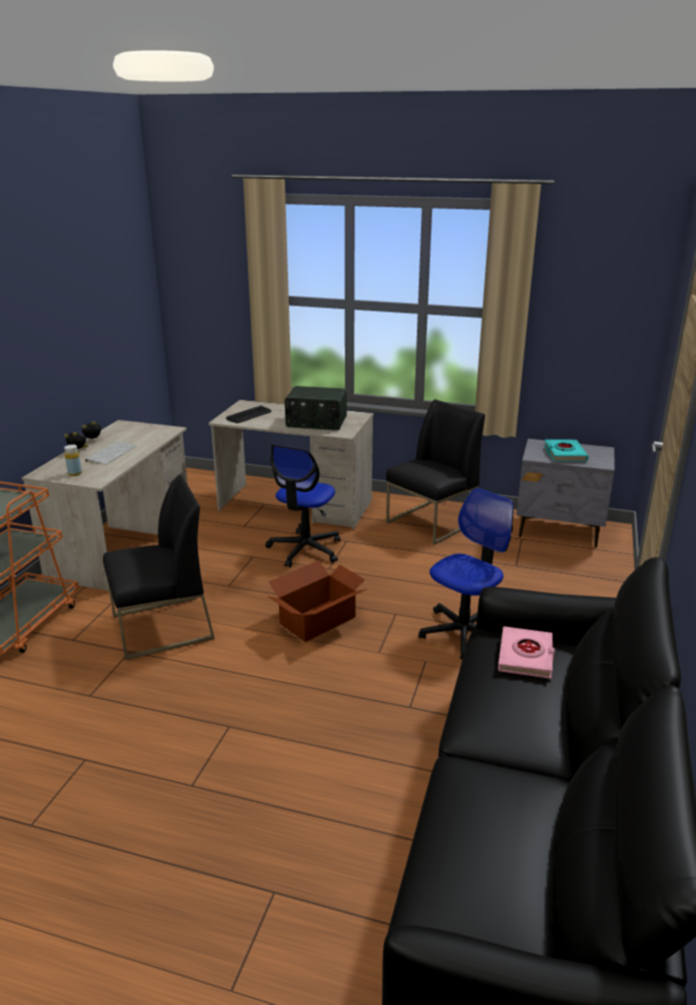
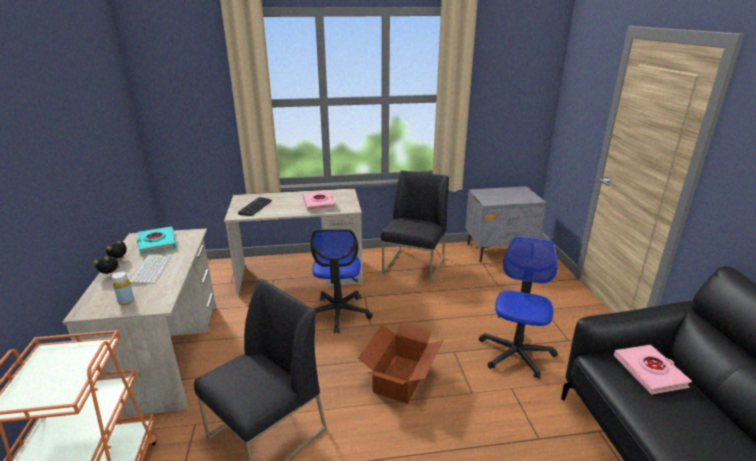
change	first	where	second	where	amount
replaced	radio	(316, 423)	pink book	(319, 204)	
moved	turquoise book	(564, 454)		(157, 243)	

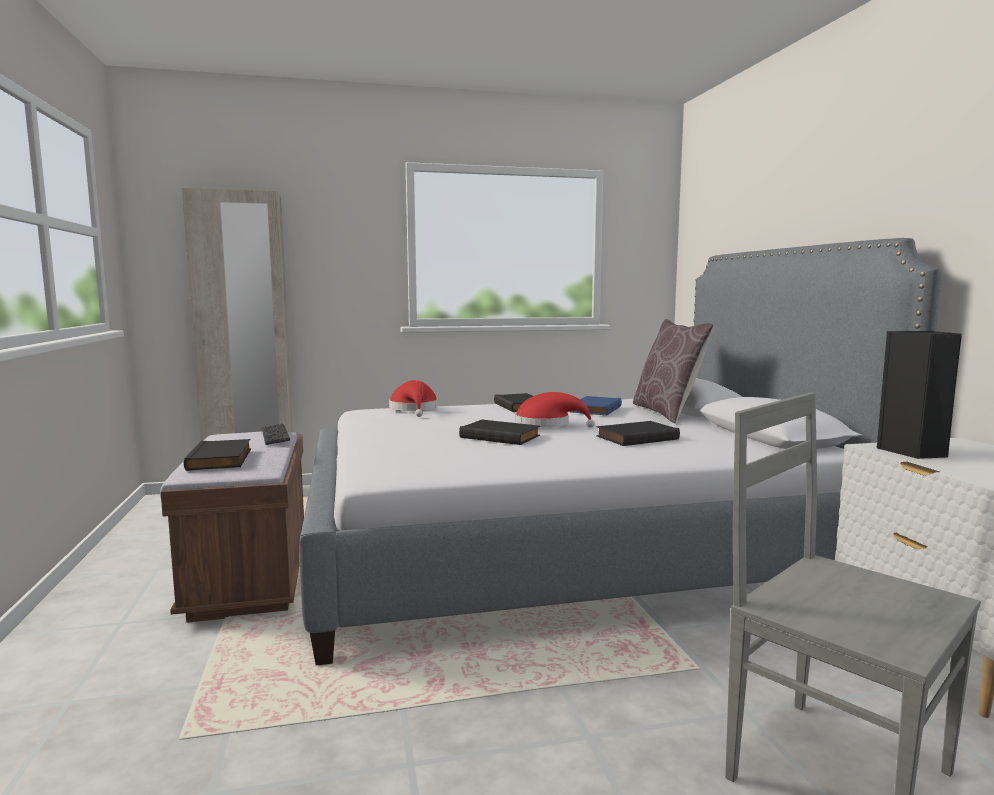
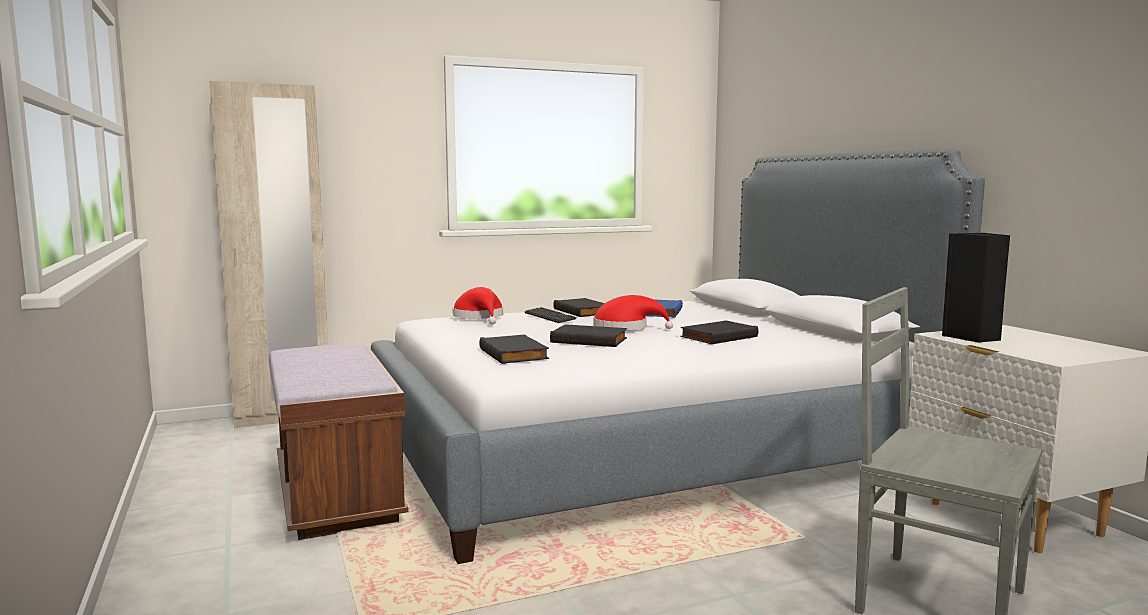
change	first	where	second	where	amount
removed	brown pillow	(667, 413)			
moved	keyboard	(275, 436)		(549, 317)	
moved	black book	(221, 459)		(515, 354)	

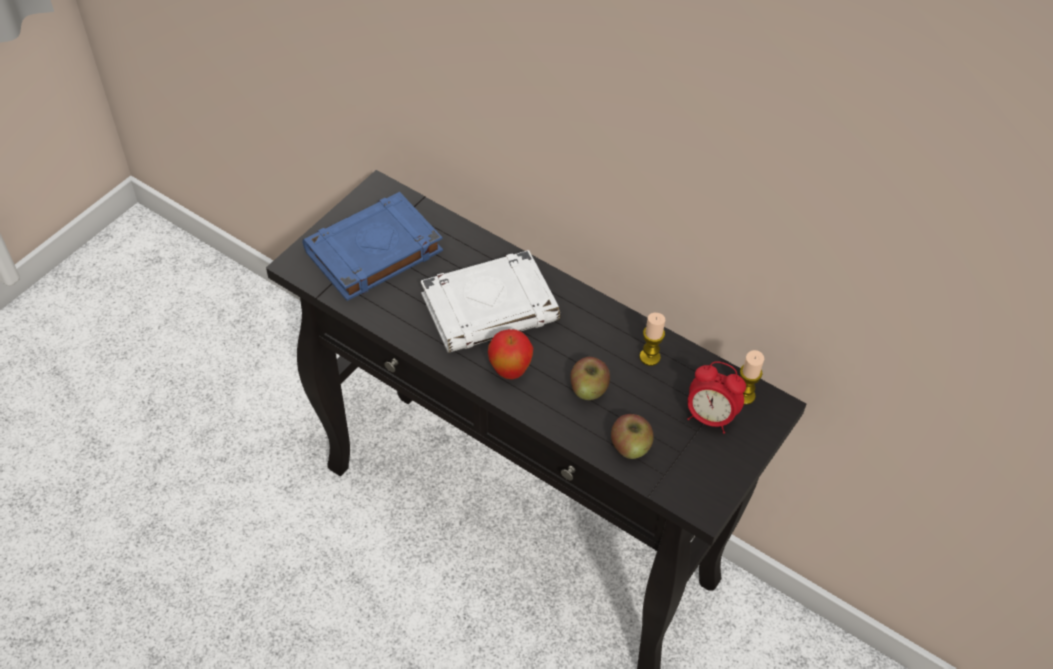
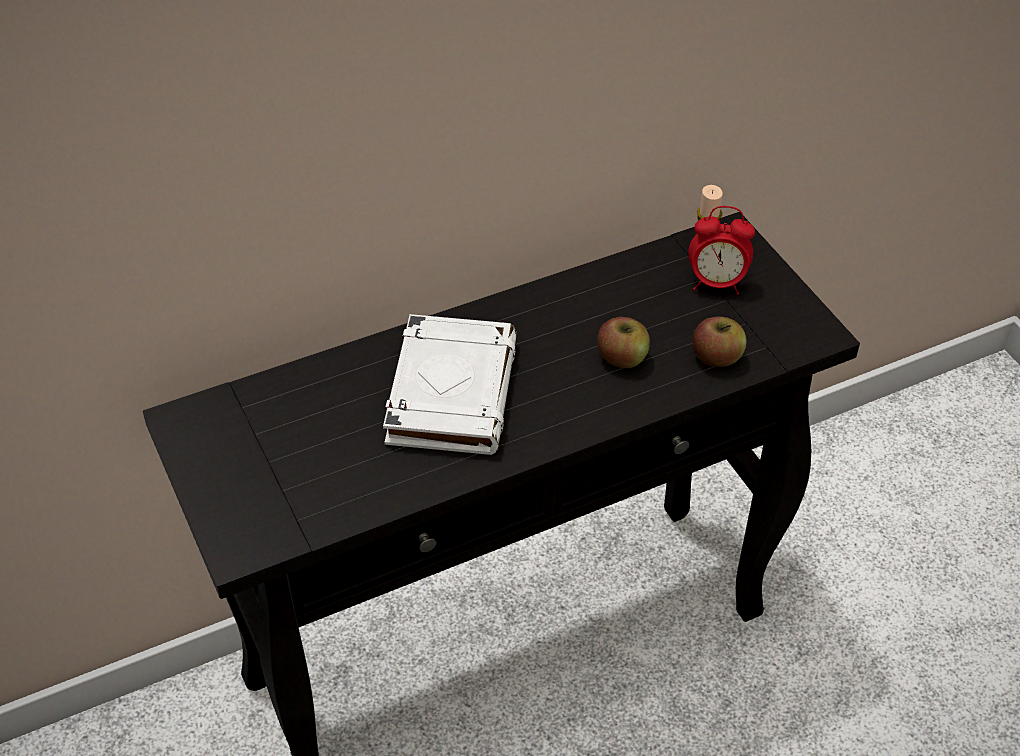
change	first	where	second	where	amount
removed	blue book	(373, 252)			
removed	candle	(649, 357)			
removed	apple	(510, 371)			
turned	alarm clock	(710, 417)		(716, 283)	45 degrees clockwise

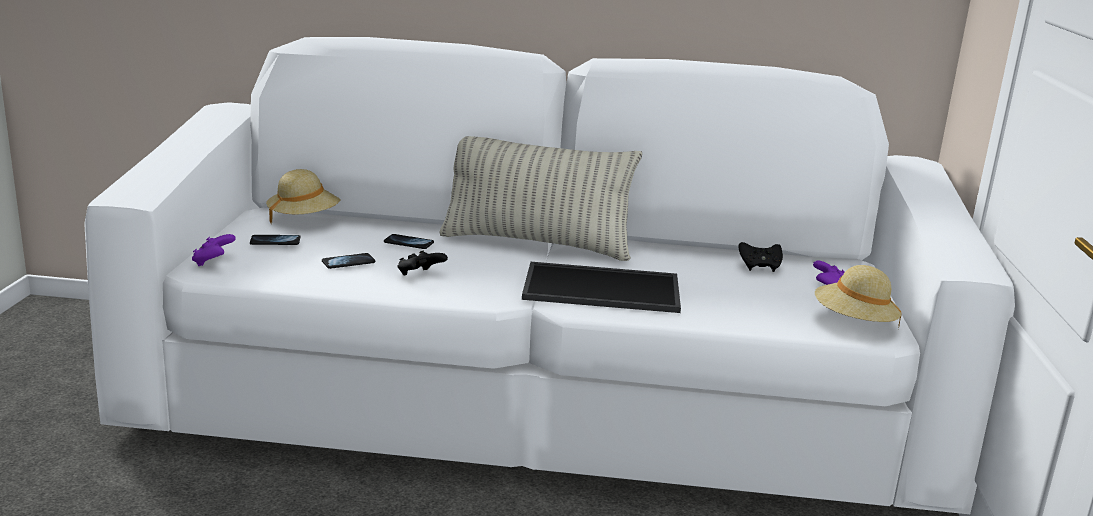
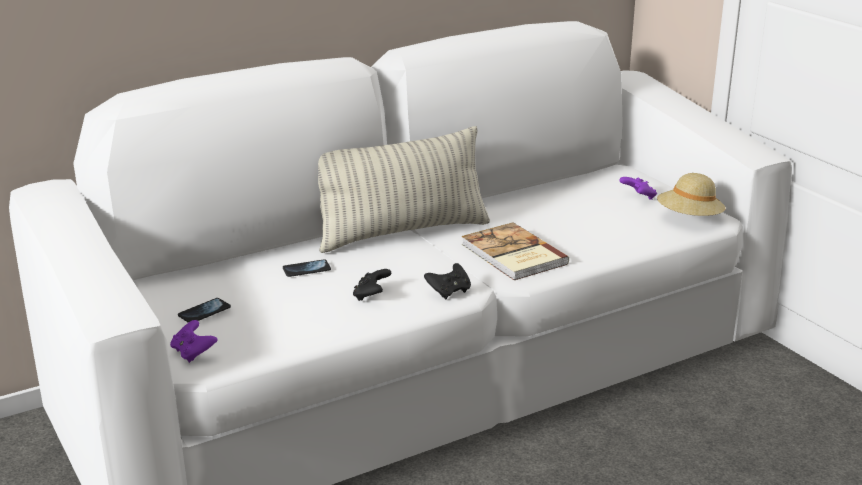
change	first	where	second	where	amount
removed	beige hat	(304, 218)			
moved	black game controller	(759, 267)		(449, 292)	
removed	phone	(348, 262)			
replaced	tray	(600, 289)	book	(513, 255)	

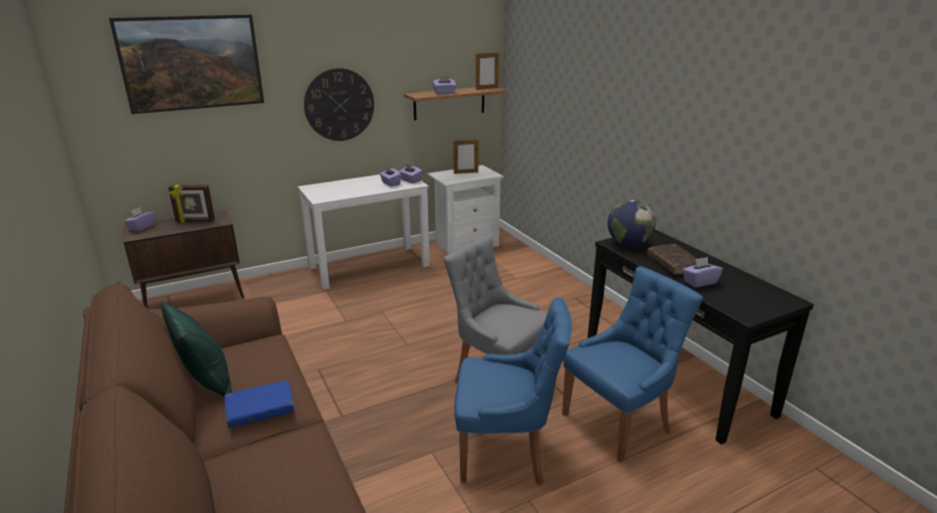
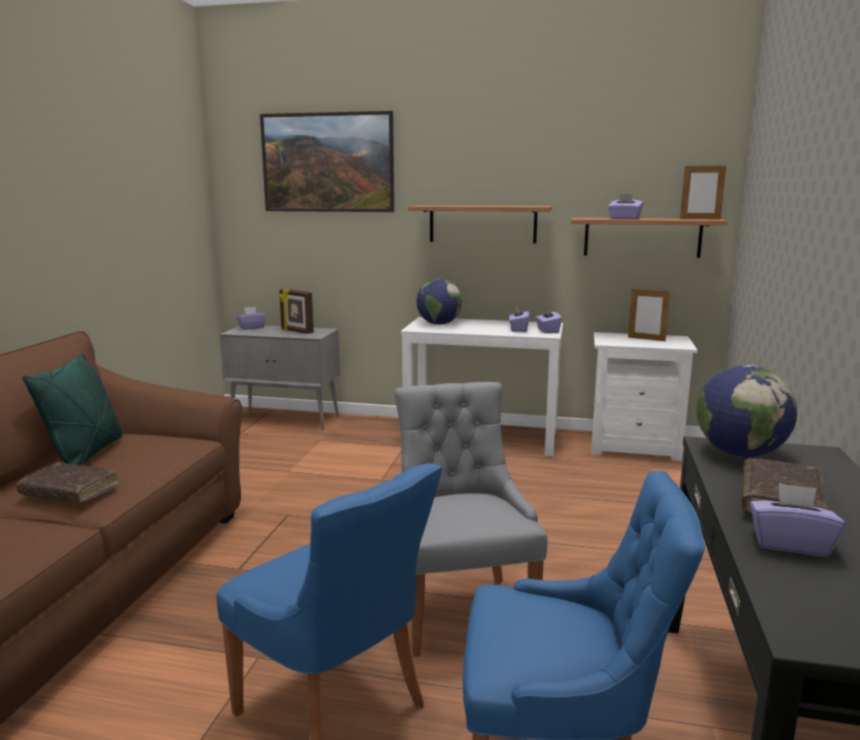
change	first	where	second	where	amount
replaced	wall clock	(339, 105)	shelf	(482, 224)	
recoloured	brown cabinet	(195, 299)	grey cabinet	(286, 419)	
recoloured	blue book	(260, 410)	brown book	(70, 492)	
added			globe	(439, 324)	

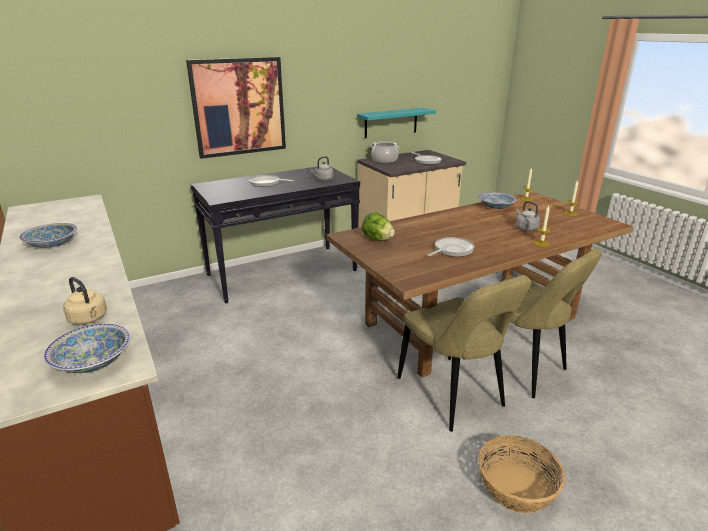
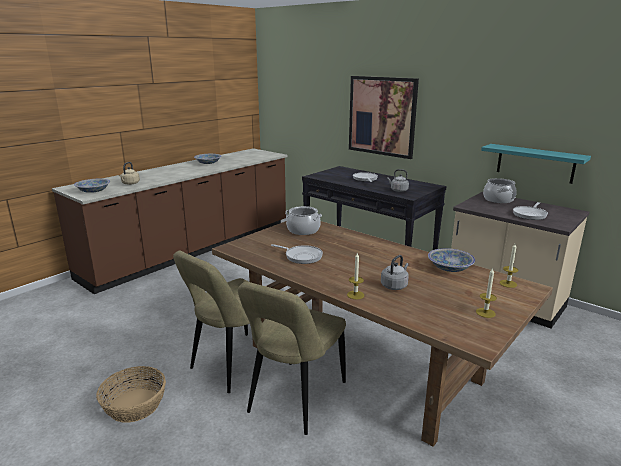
change	first	where	second	where	amount
replaced	lettuce	(377, 239)	cooking pot	(303, 230)	

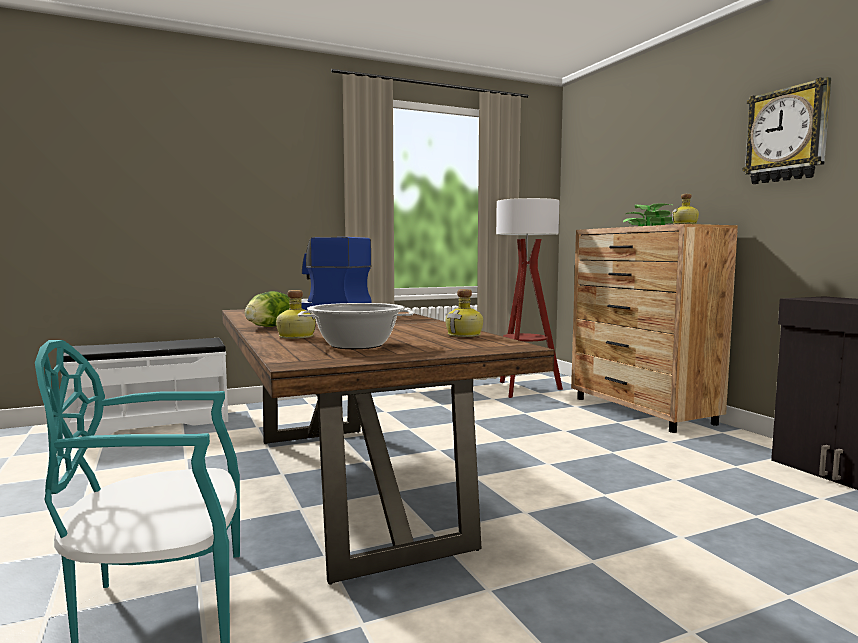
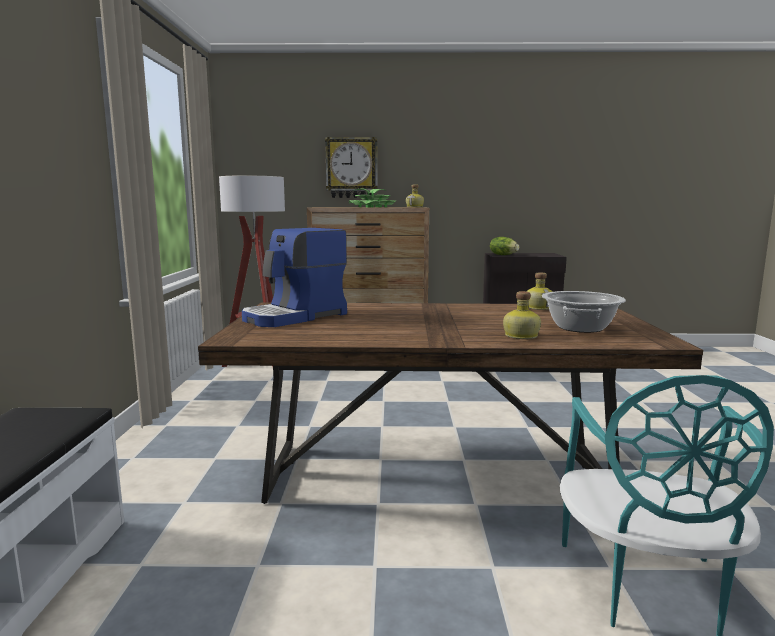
change	first	where	second	where	amount
moved	wall clock	(787, 135)		(351, 168)	
moved	lettuce	(270, 326)		(503, 255)	

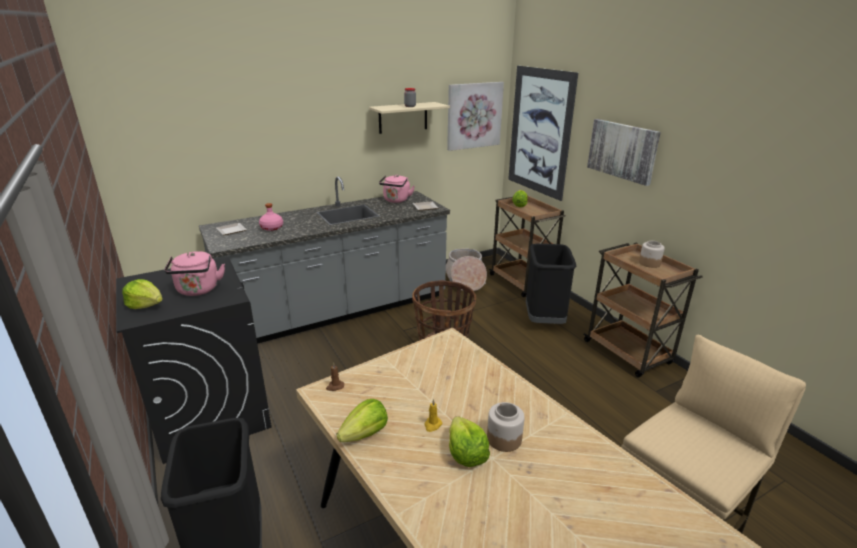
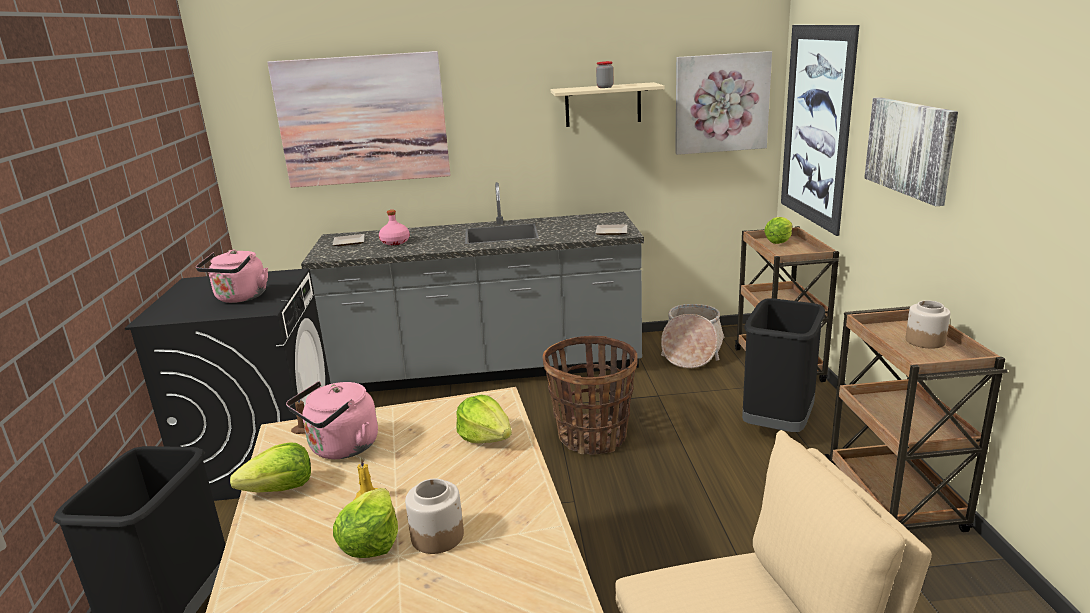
change	first	where	second	where	amount
moved	pink kettle	(396, 201)		(341, 448)	
moved	lettuce	(146, 305)		(486, 437)	
added			picture	(363, 120)	

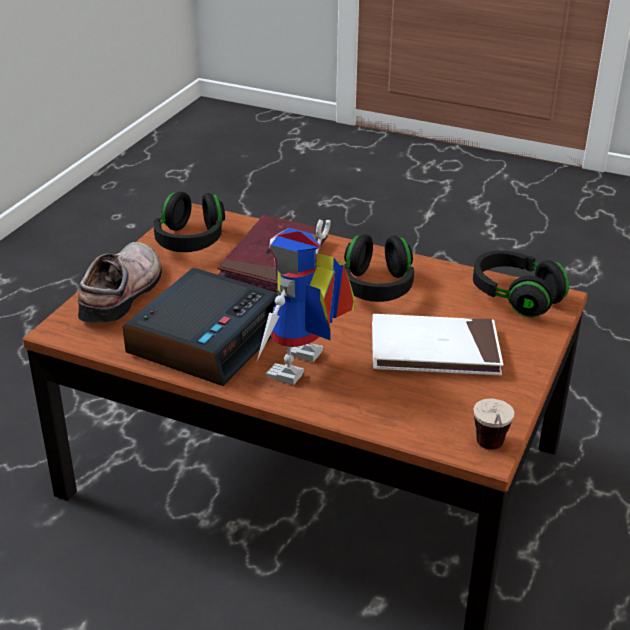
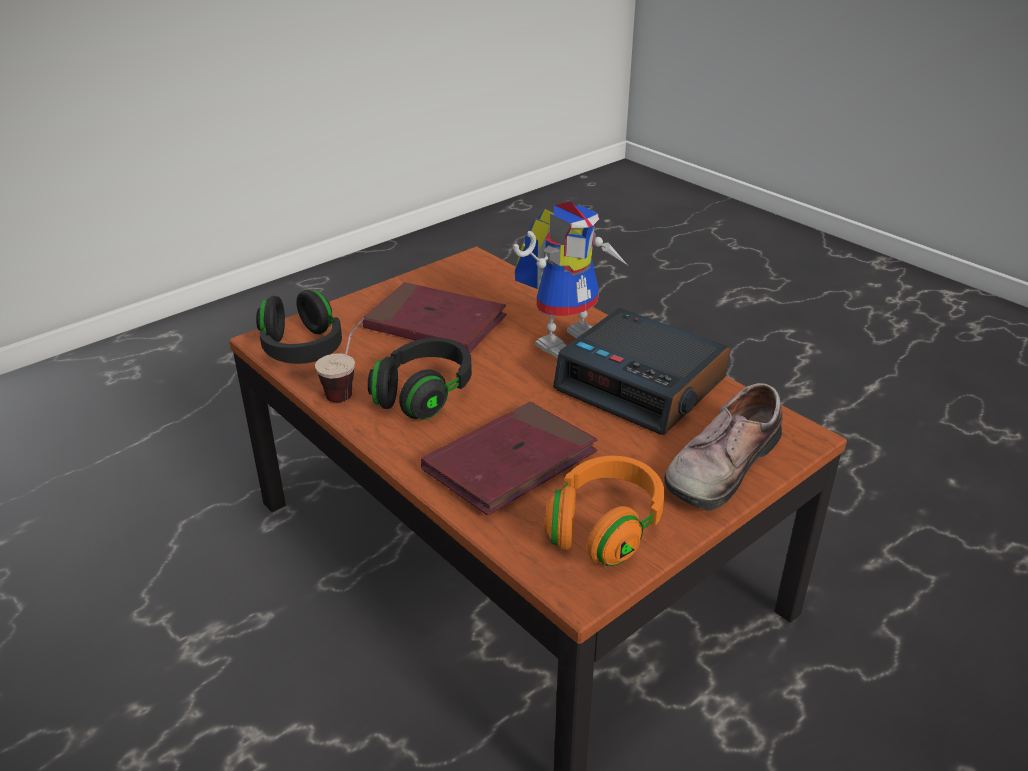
change	first	where	second	where	amount
recoloured	black headphones	(190, 240)	orange headphones	(604, 528)	
turned	alarm clock	(205, 339)		(642, 385)	105 degrees counterclockwise
recoloured	white book	(434, 350)	red book	(435, 324)	
moved	cup	(491, 452)		(348, 388)	

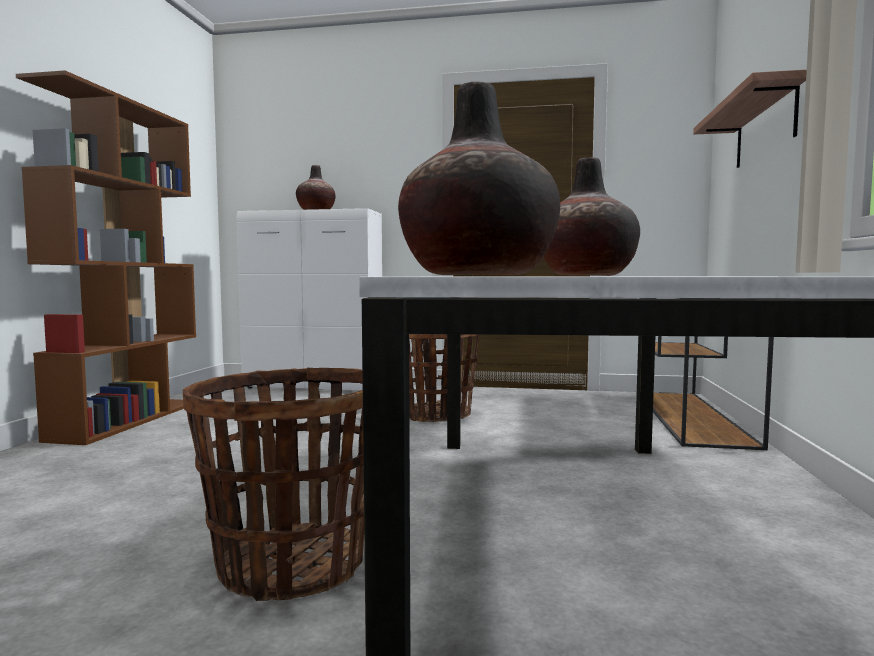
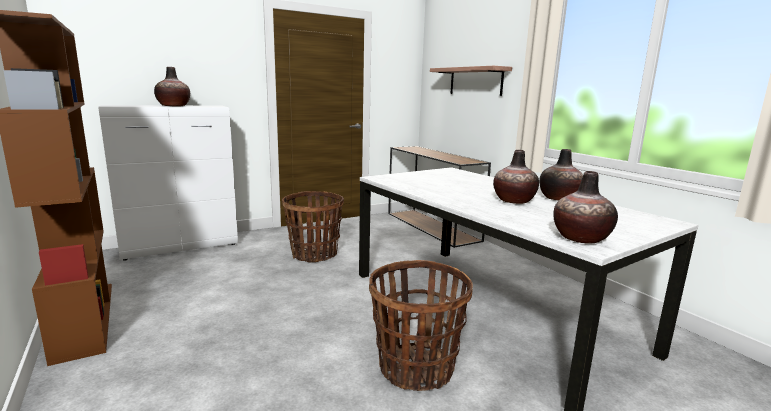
change	first	where	second	where	amount
added			vase	(559, 198)	

